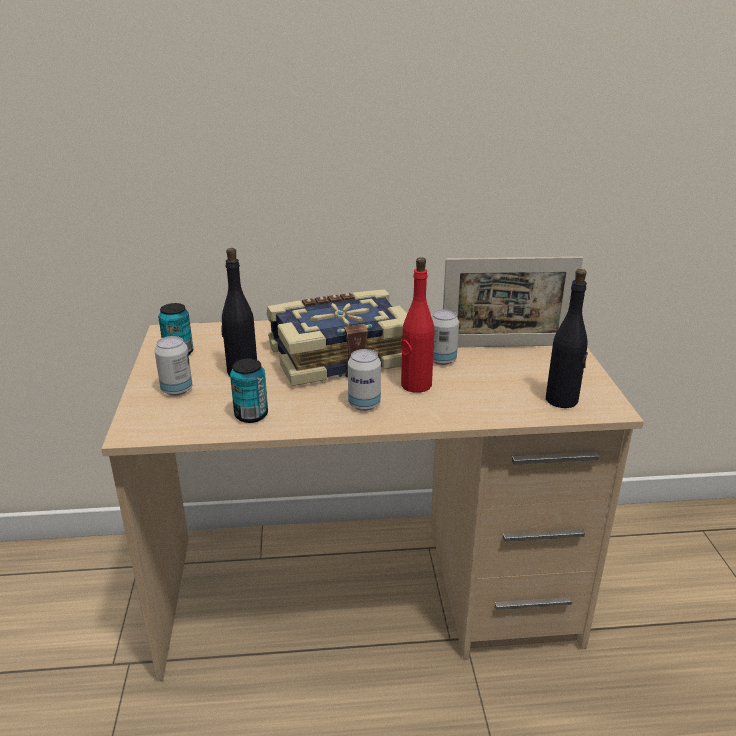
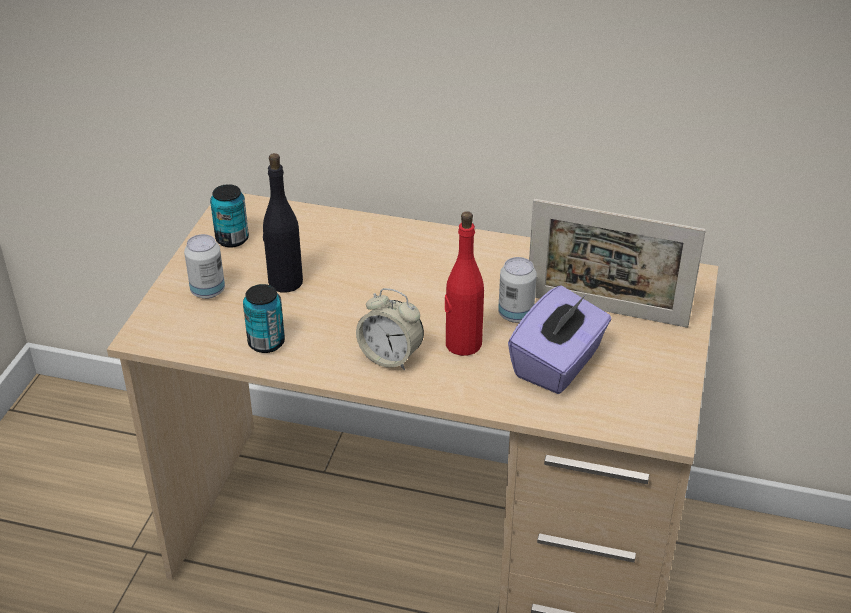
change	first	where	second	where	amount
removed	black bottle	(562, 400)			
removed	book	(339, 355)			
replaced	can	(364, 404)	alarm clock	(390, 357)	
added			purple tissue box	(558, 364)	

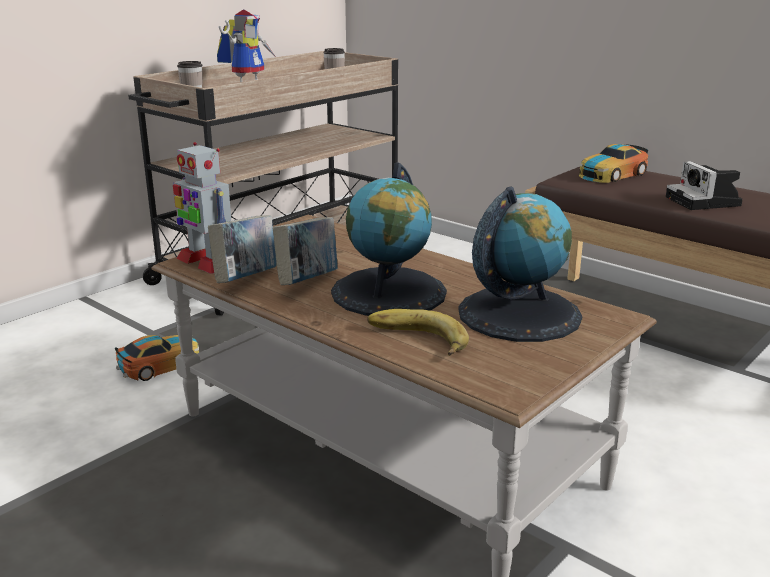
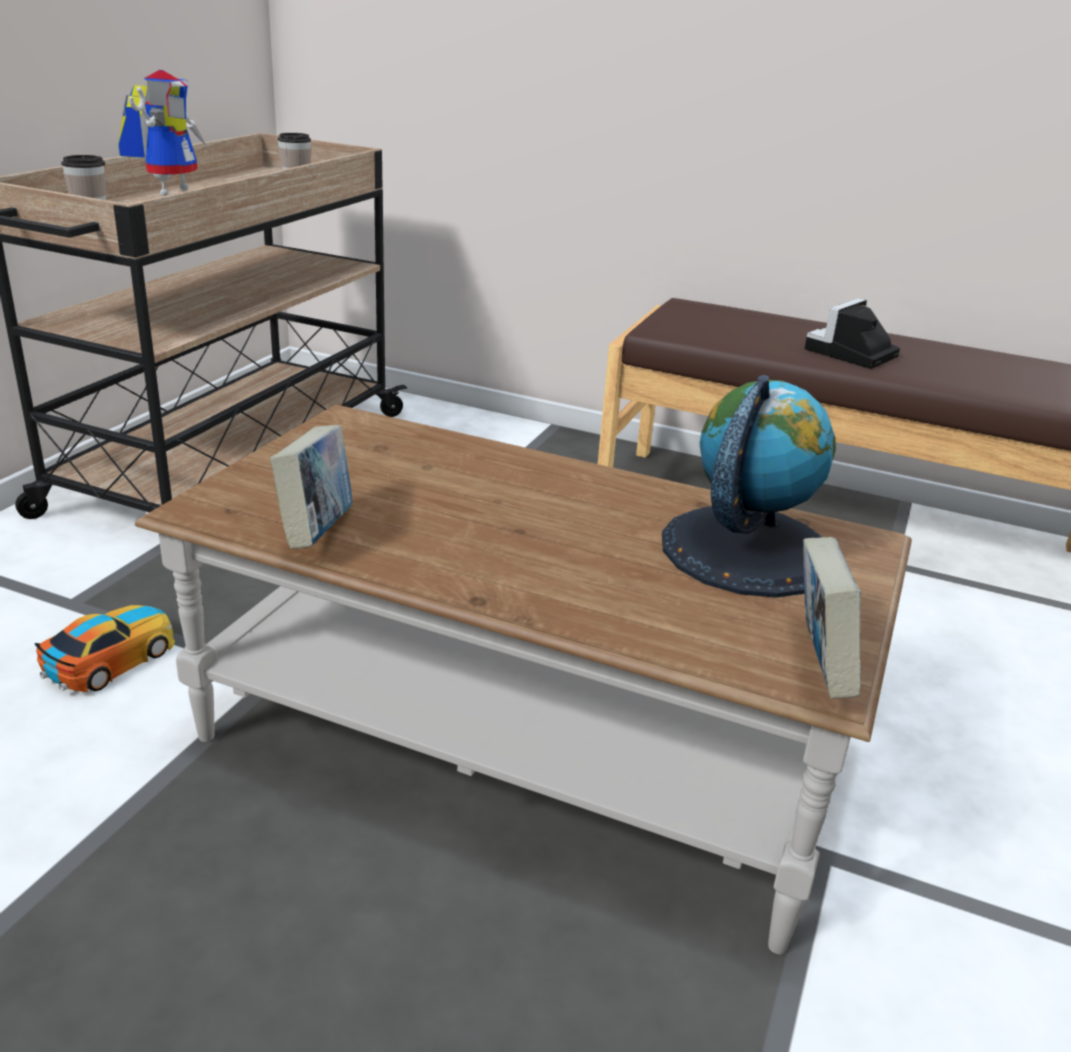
change	first	where	second	where	amount
removed	toy robot	(207, 261)			
removed	toy car	(611, 174)			
turned	photo camera	(705, 202)		(850, 354)	75 degrees clockwise
removed	globe	(389, 292)			
moved	book	(308, 282)		(817, 667)	
removed	banana	(415, 341)			

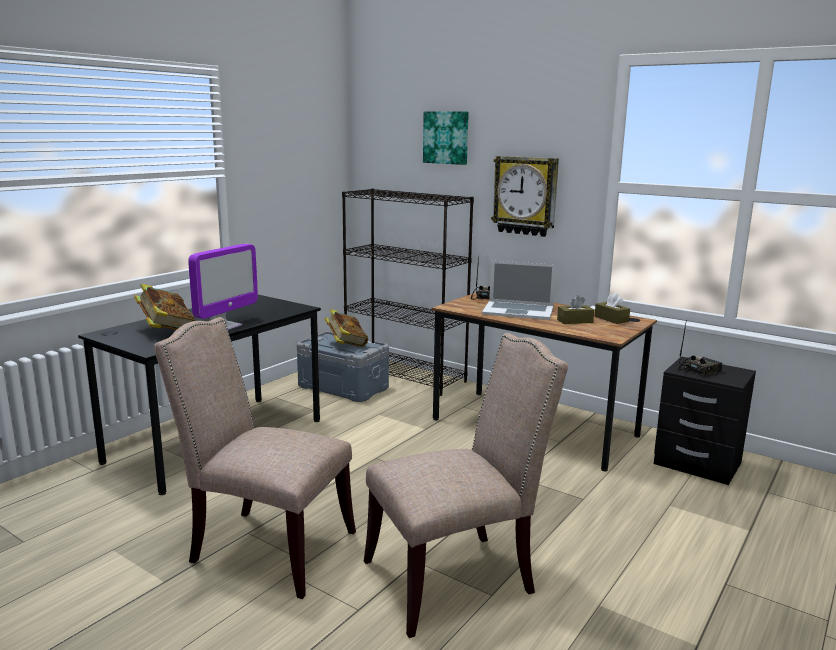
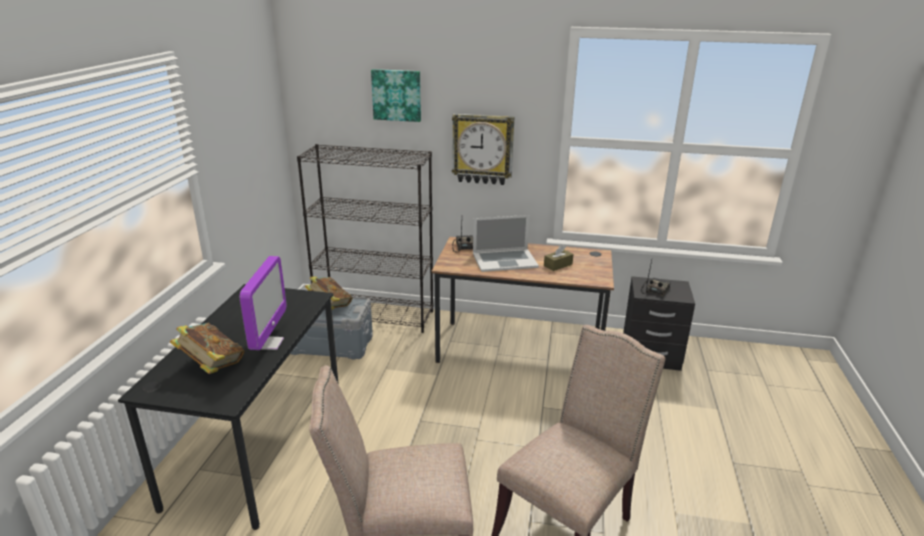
change	first	where	second	where	amount
removed	brown tissue box	(611, 319)			

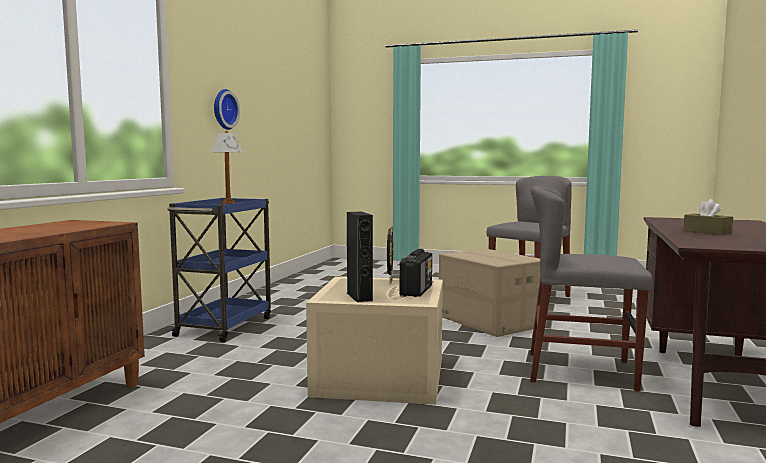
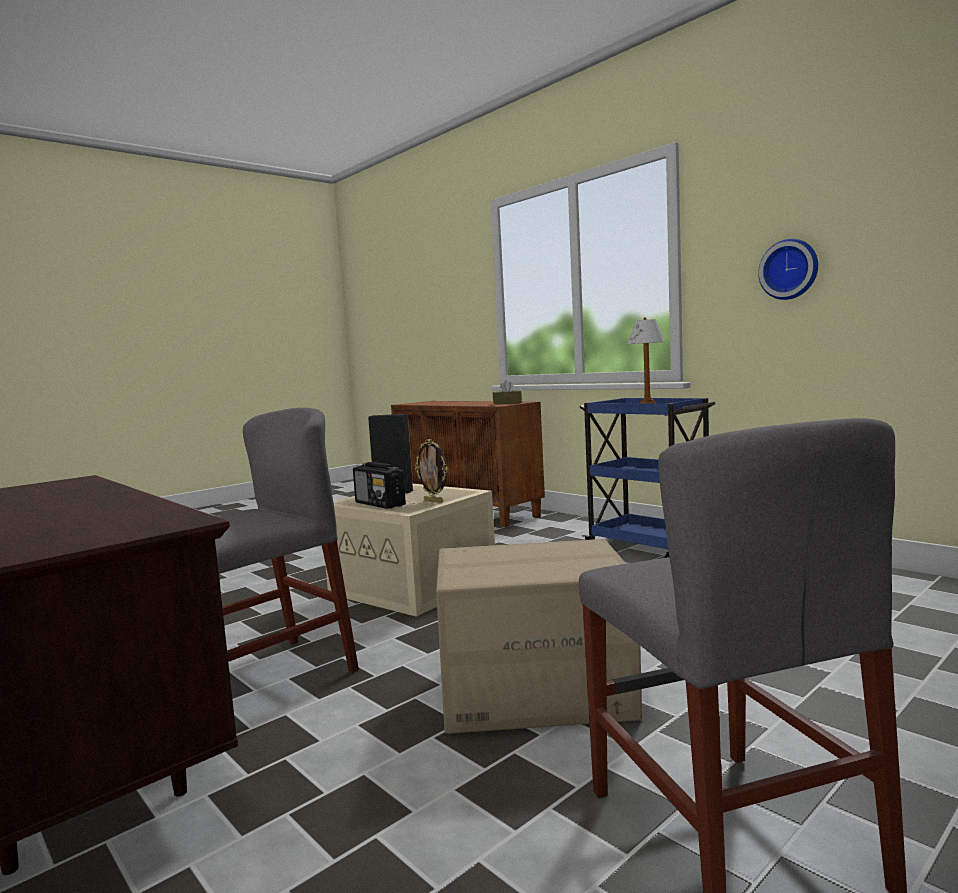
change	first	where	second	where	amount
moved	brown tissue box	(707, 232)		(507, 403)	

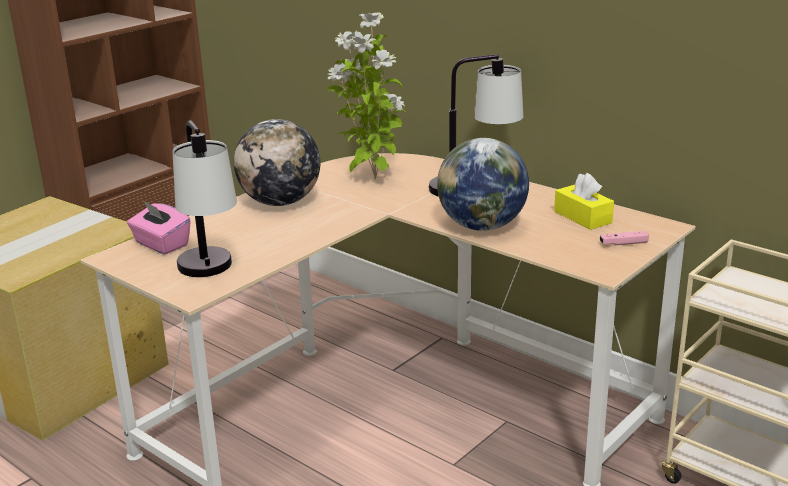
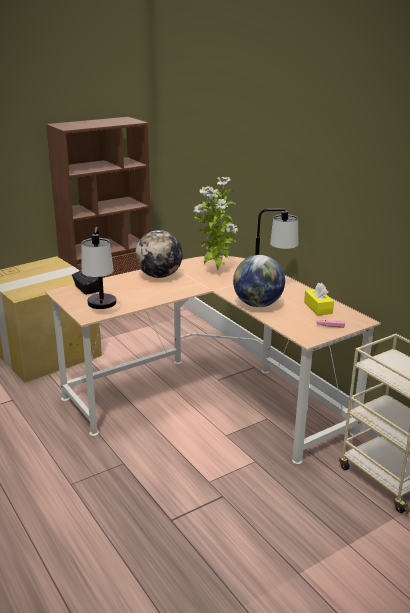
change	first	where	second	where	amount
recoloured	pink tissue box	(161, 244)	black tissue box	(87, 289)	

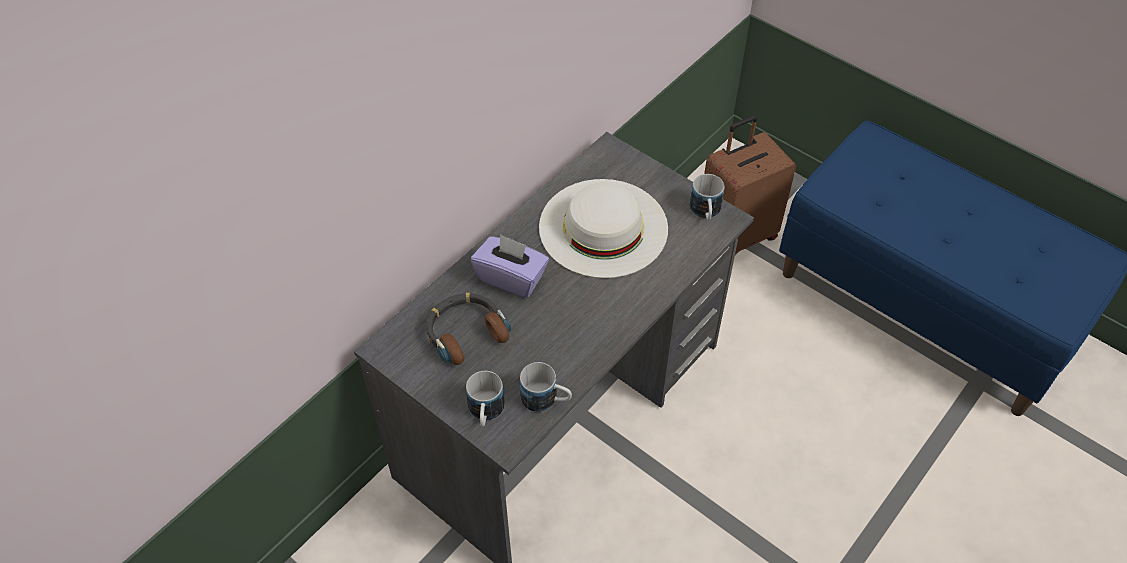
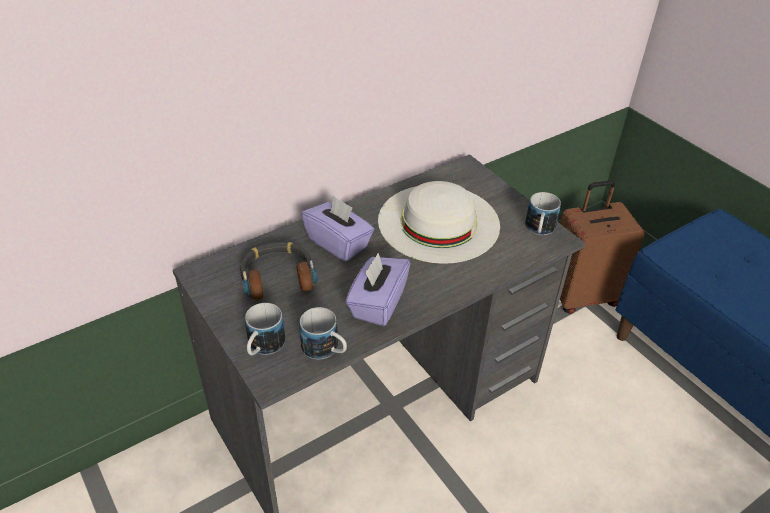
change	first	where	second	where	amount
added			purple tissue box	(377, 303)	

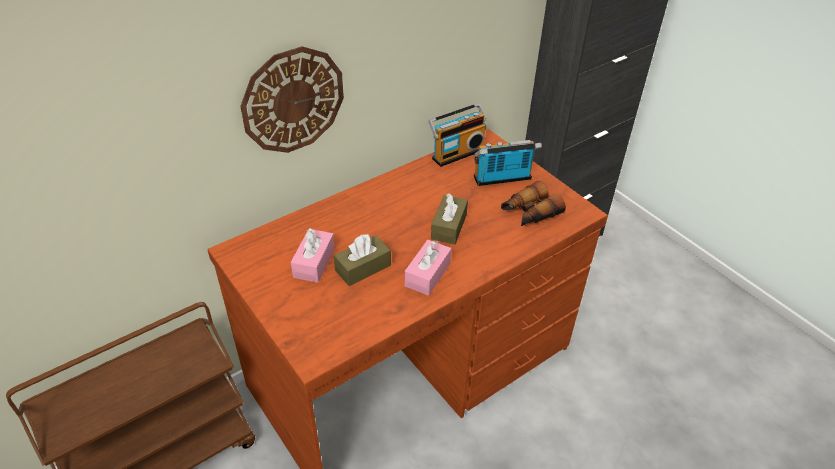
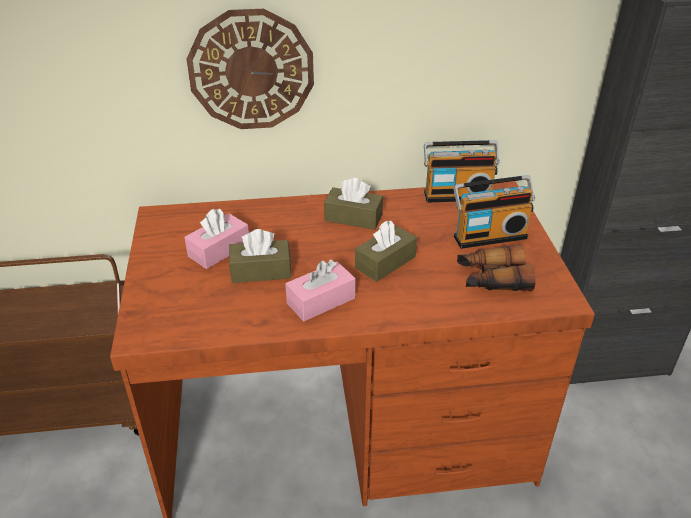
change	first	where	second	where	amount
turned	radio	(503, 180)		(489, 235)	150 degrees clockwise
added			brown tissue box	(353, 217)	

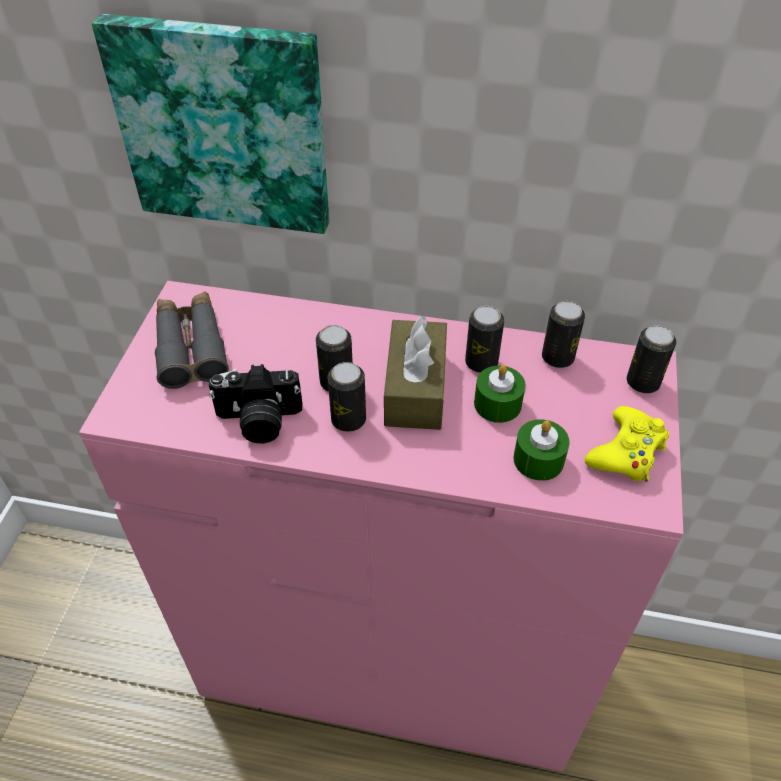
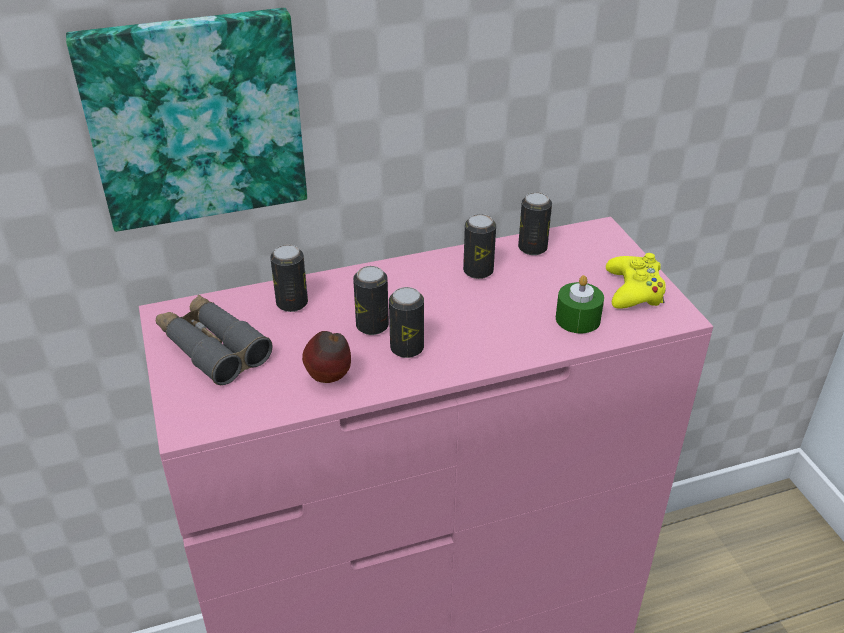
change	first	where	second	where	amount
removed	brown tissue box	(415, 388)			
moved	can	(643, 382)		(292, 303)	
replaced	photo camera	(259, 421)	apple	(330, 379)	
removed	green candle	(497, 404)			

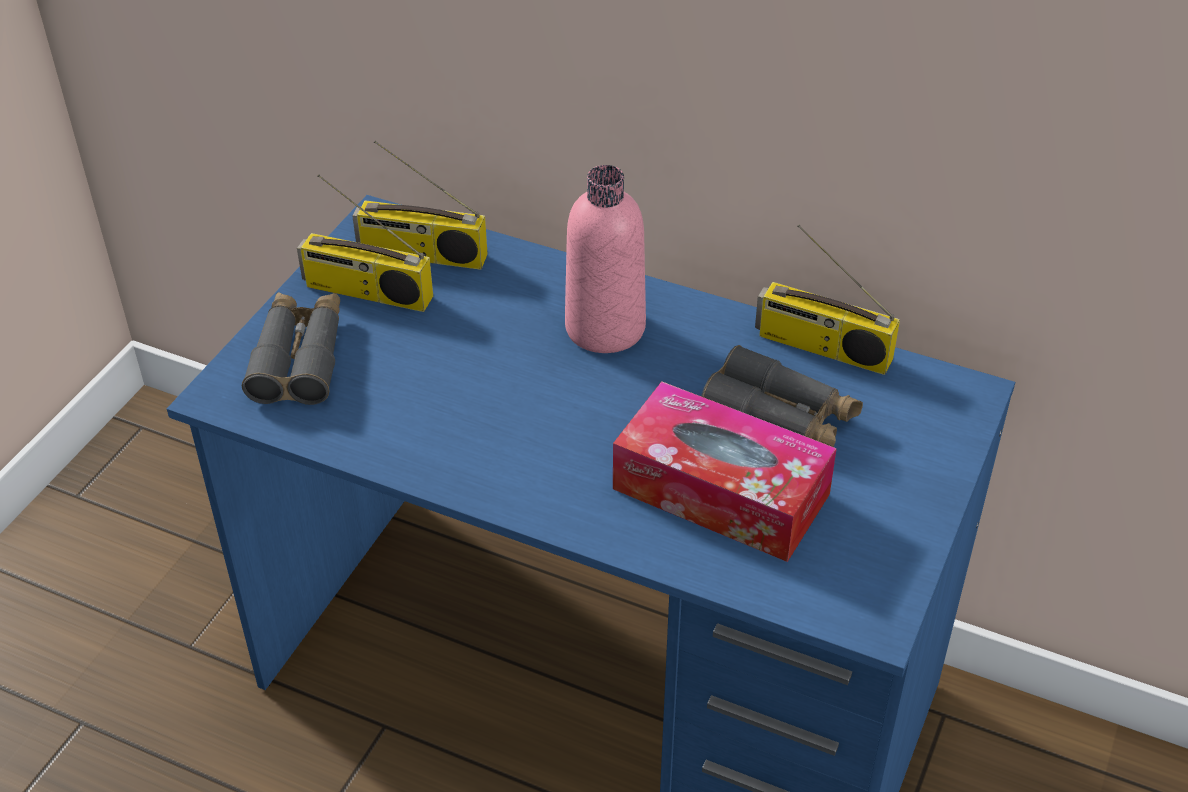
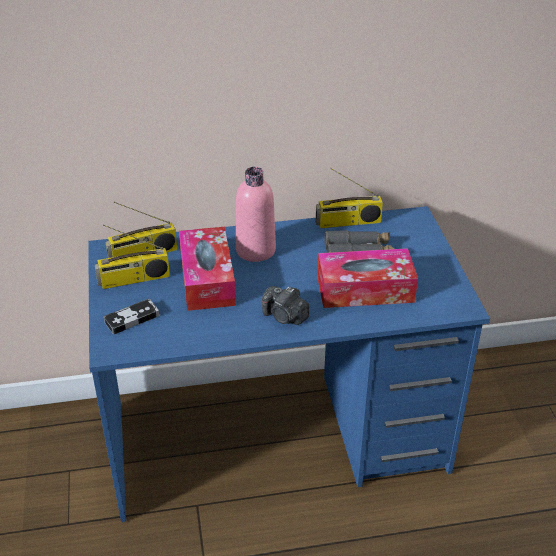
change	first	where	second	where	amount
replaced	grey binoculars	(299, 358)	game controller	(132, 319)	
added			tissue box	(207, 279)	
added			photo camera	(285, 317)	

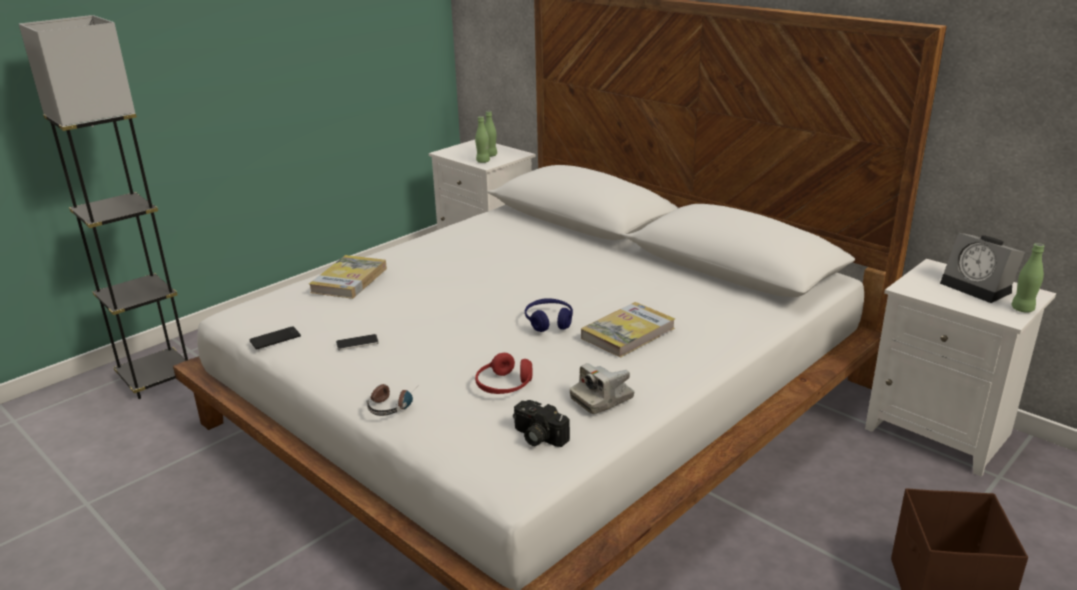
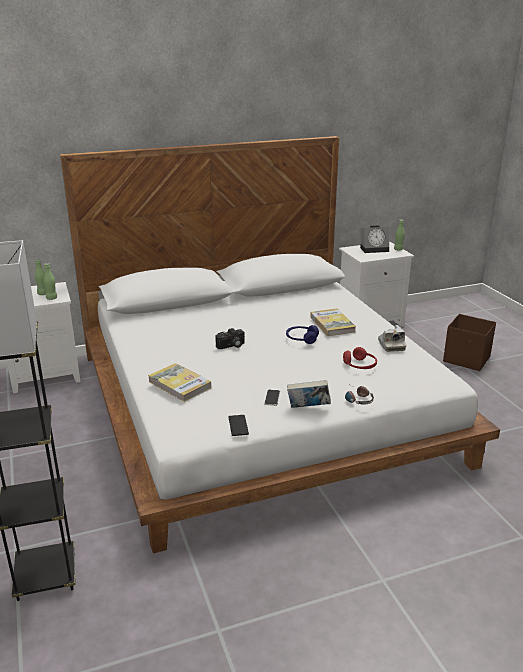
change	first	where	second	where	amount
moved	photo camera	(537, 437)		(231, 346)	
added			book	(308, 408)	

